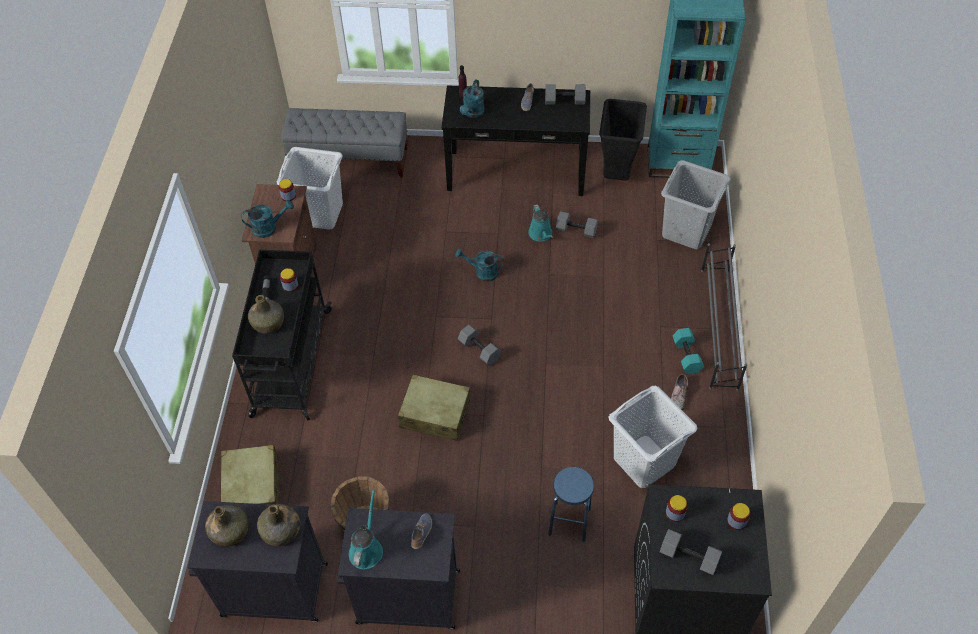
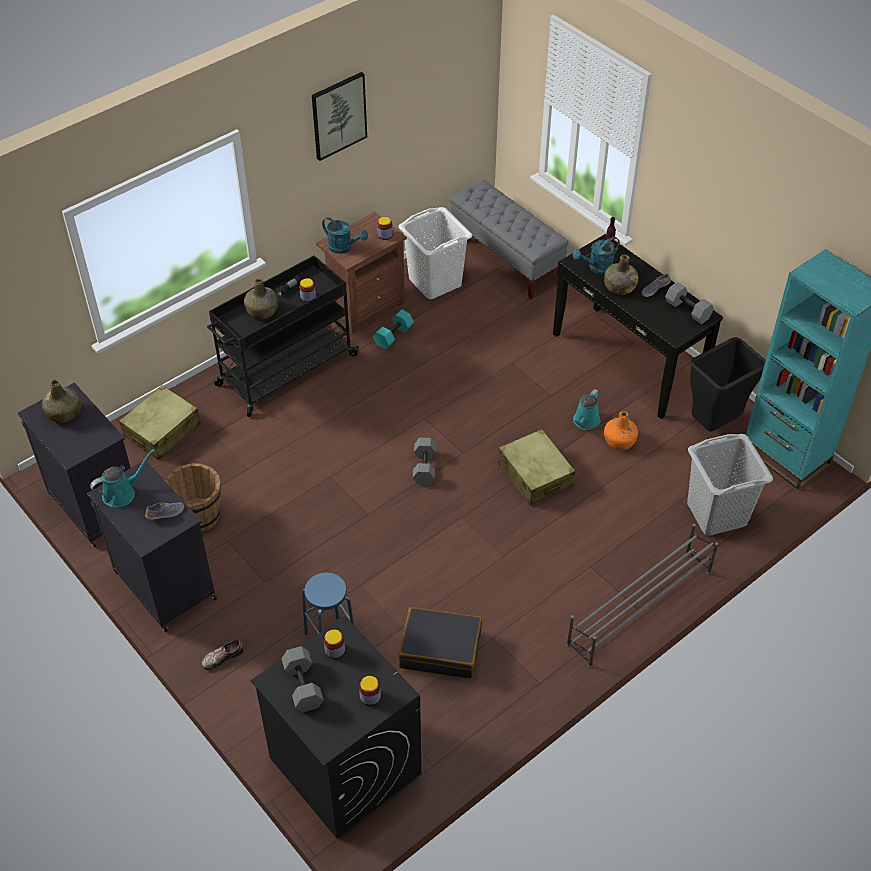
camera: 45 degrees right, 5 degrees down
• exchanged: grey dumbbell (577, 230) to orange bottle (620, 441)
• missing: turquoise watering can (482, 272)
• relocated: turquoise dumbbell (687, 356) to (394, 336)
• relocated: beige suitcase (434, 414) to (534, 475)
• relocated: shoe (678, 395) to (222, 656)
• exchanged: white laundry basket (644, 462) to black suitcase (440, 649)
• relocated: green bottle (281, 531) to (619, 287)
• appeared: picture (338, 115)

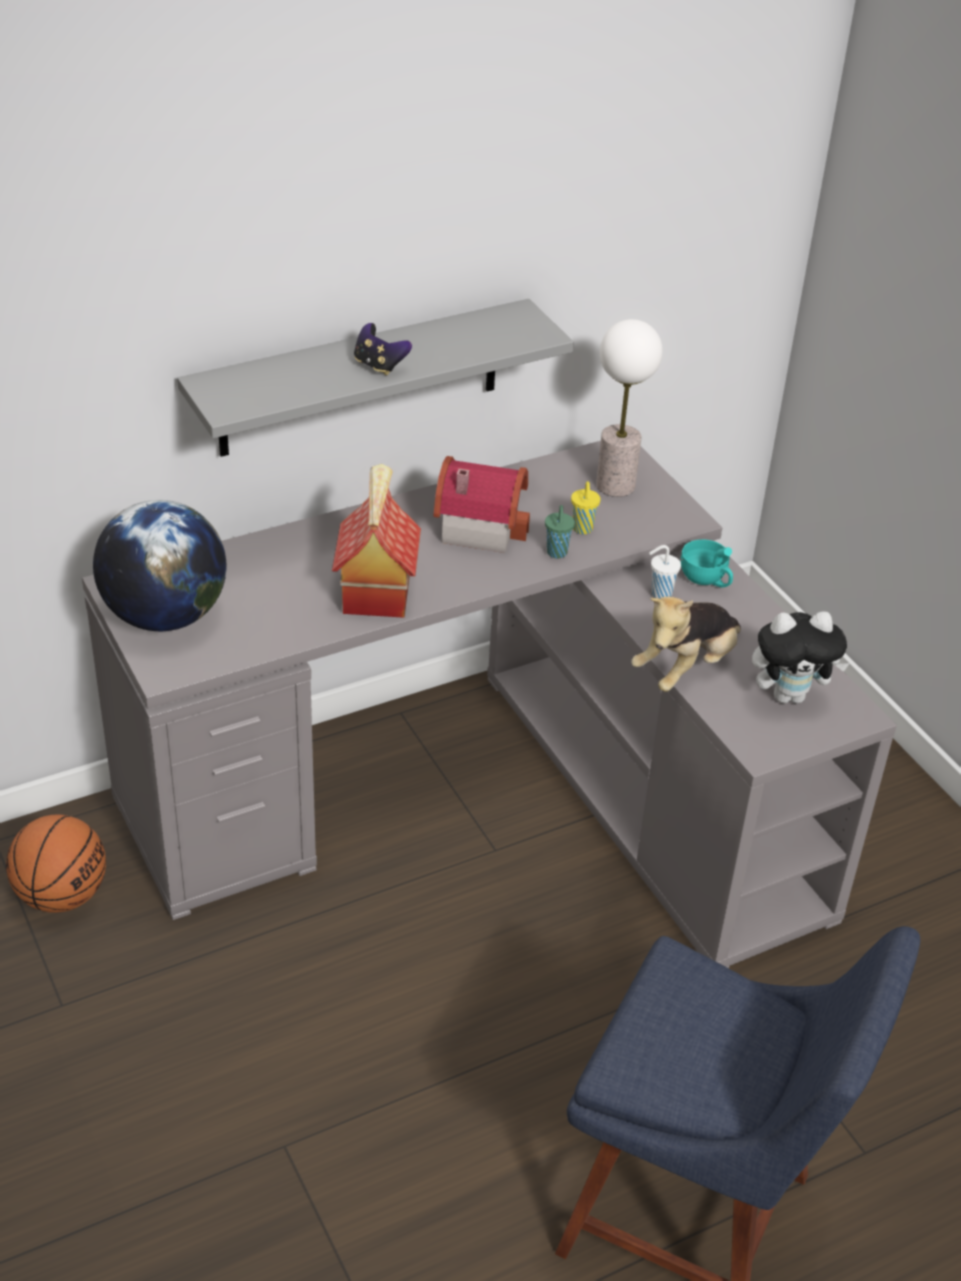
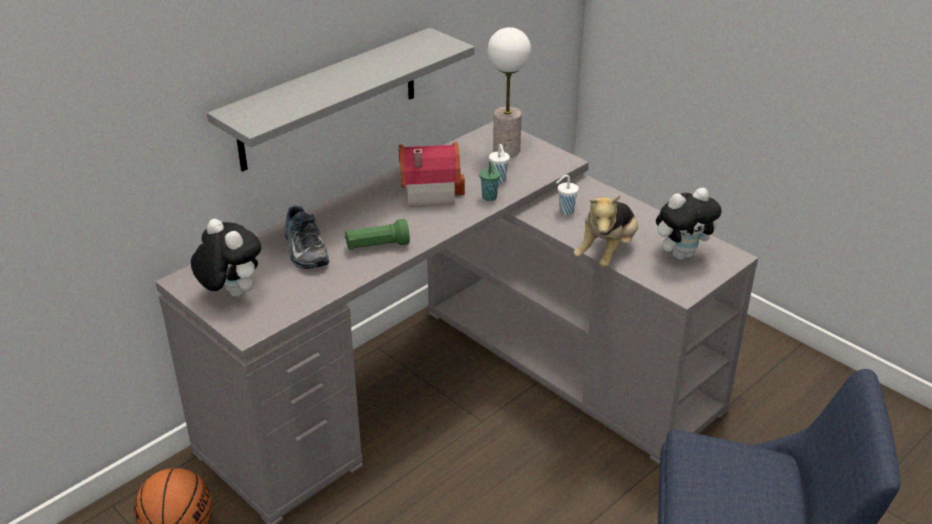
camera: 15 degrees left, 5 degrees down
• missing: game controller (379, 366)
• exchanged: toy house (375, 591) to green flashlight (377, 246)
• colour: yellow cup (582, 529) to white cup (499, 180)
• exchanged: globe (165, 616) to plush toy (231, 293)
• missing: turquoise cup (706, 580)
• appeared: shoe (303, 250)

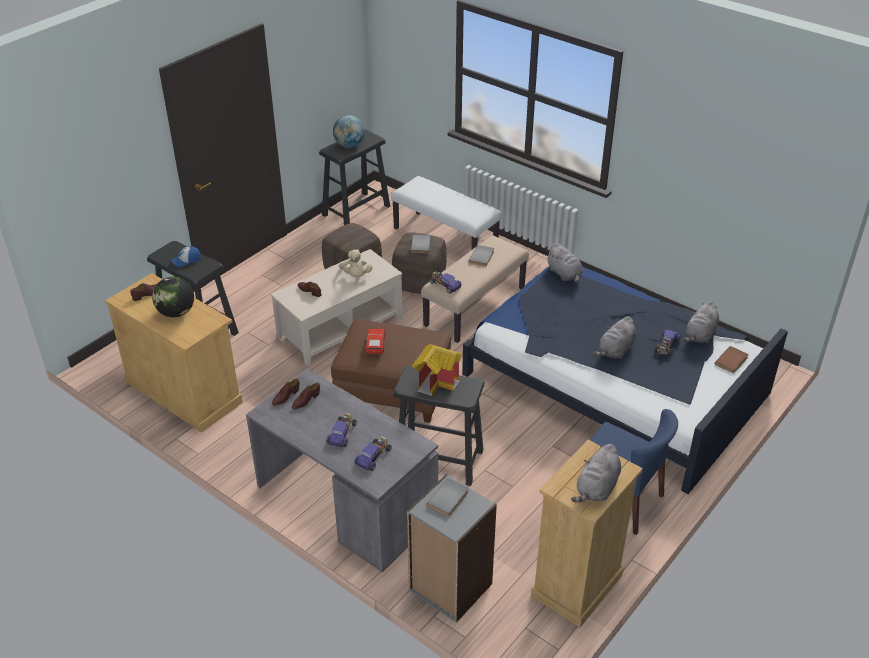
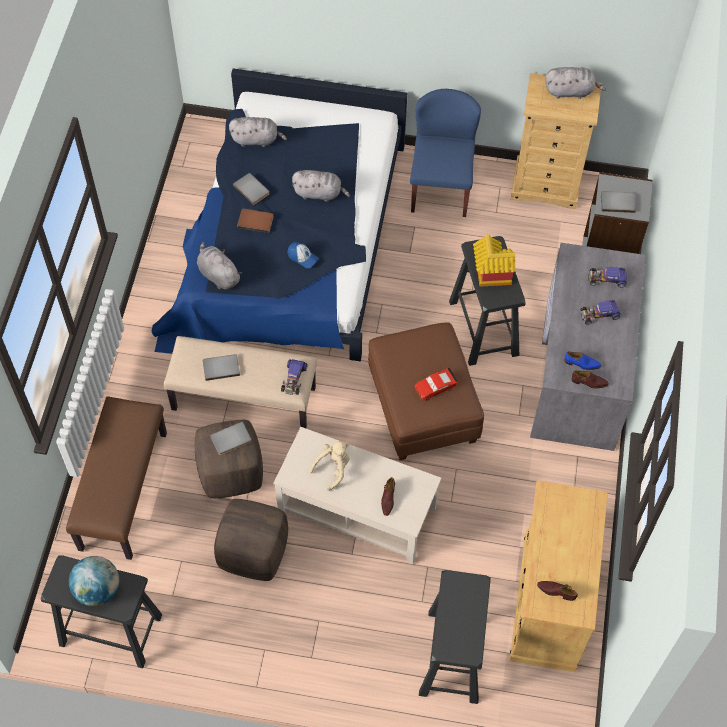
camera: 120 degrees left, 20 degrees up
• colour: white bench (446, 238) to brown bench (122, 490)
• spun: grey plush toy (564, 274) = (218, 275) 75 degrees counterclockwise
• relocated: cap (186, 260) to (302, 257)
• missing: globe (176, 312)
• missing: toy car (666, 345)
• relocated: brown book (732, 361) to (255, 220)
• colour: brown shoe (306, 400) to blue shoe (582, 364)
• appeared: grey book (252, 189)

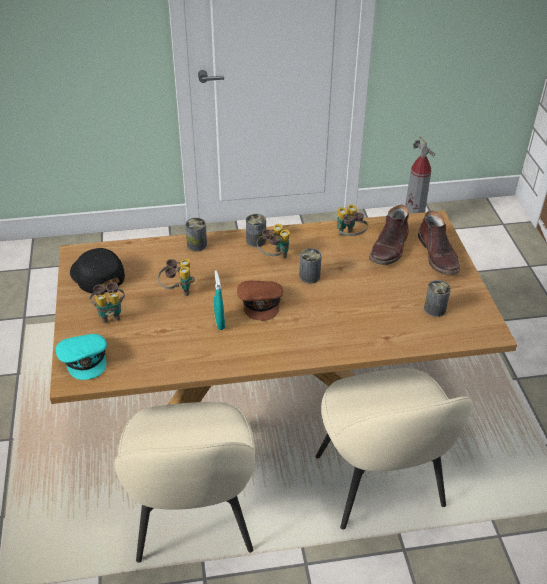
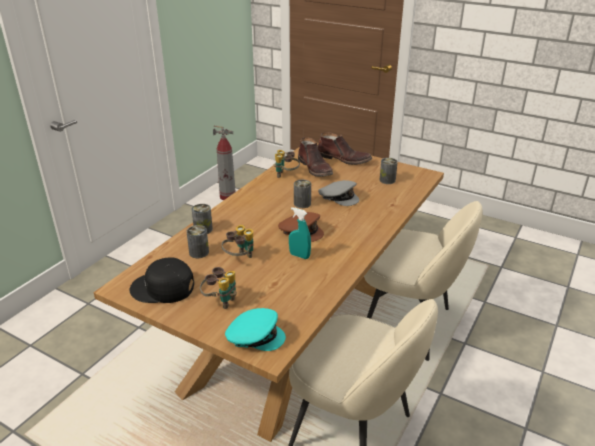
camera: 50 degrees left, 10 degrees down
• relocated: can (256, 241) to (199, 252)
• missing: binoculars (274, 257)
• appeared: grey cap (339, 197)

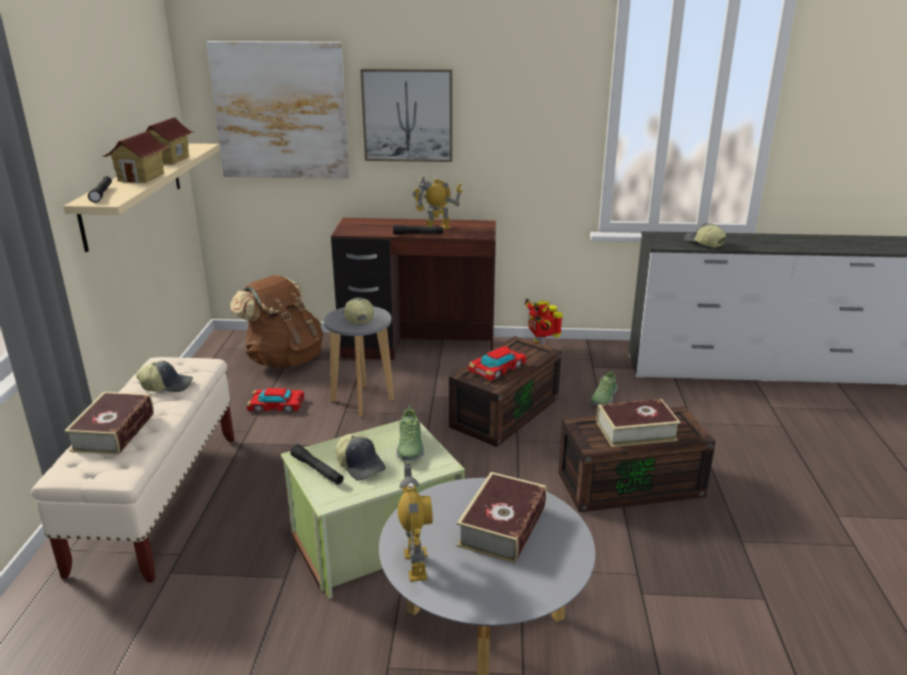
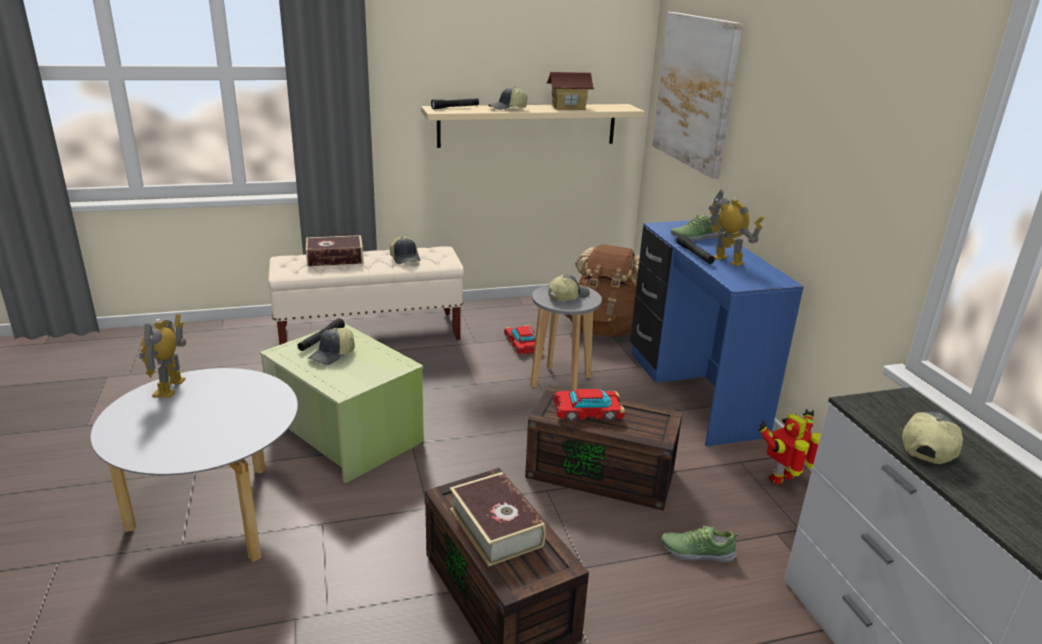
camera: 70 degrees right, 0 degrees up
• missing: picture (407, 115)
• exchanged: toy house (142, 177) to cap (507, 109)
• colour: brown desk (418, 349) to blue desk (691, 393)
• spun: toy car (498, 368) = (587, 411) 150 degrees clockwise
• relocated: shoe (409, 446) to (694, 237)
• spun: toy robot (416, 564) = (170, 387) 120 degrees clockwise
• missing: book (502, 526)

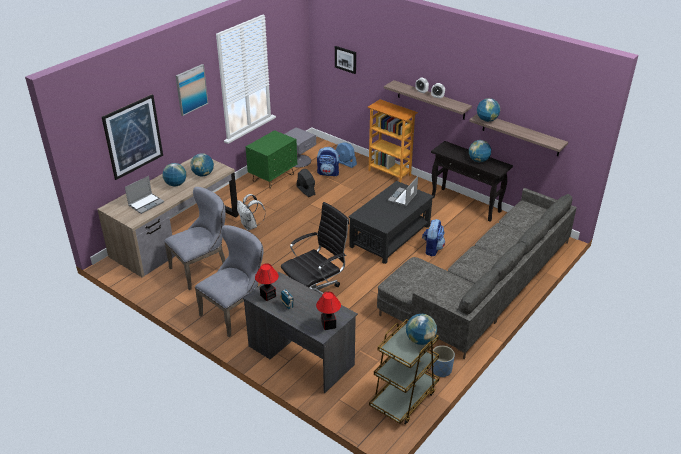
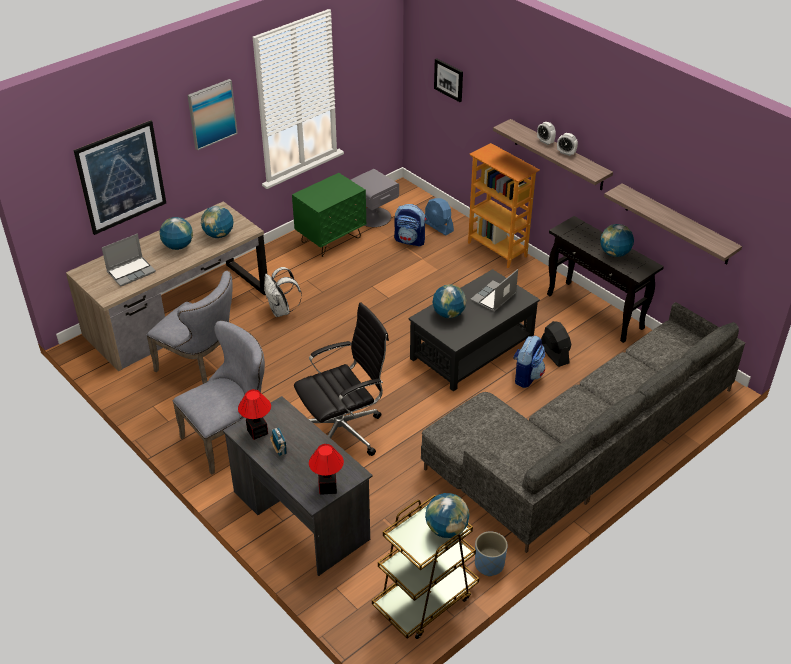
camera: 10 degrees right, 5 degrees up
• relocated: globe (487, 120) to (448, 314)
• relocated: black fan (305, 190) to (554, 354)
• spun: grey chair (202, 268) = (201, 367) 60 degrees clockwise

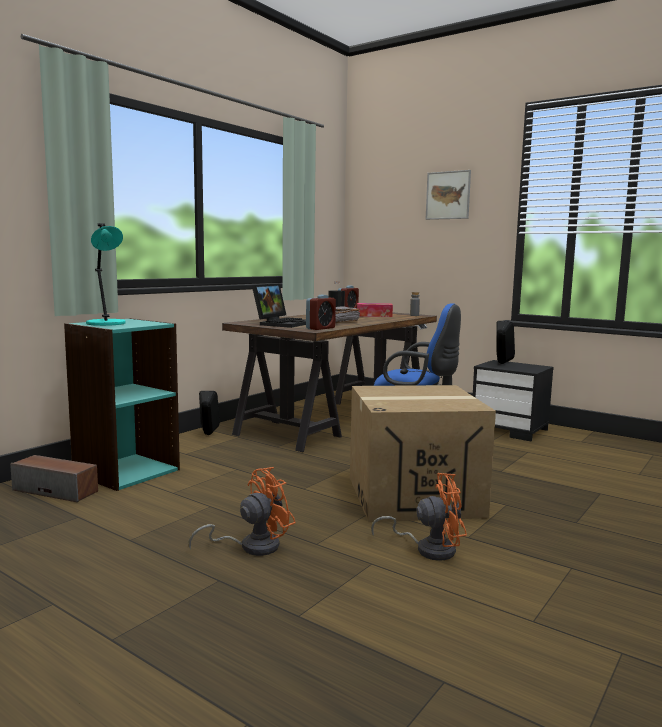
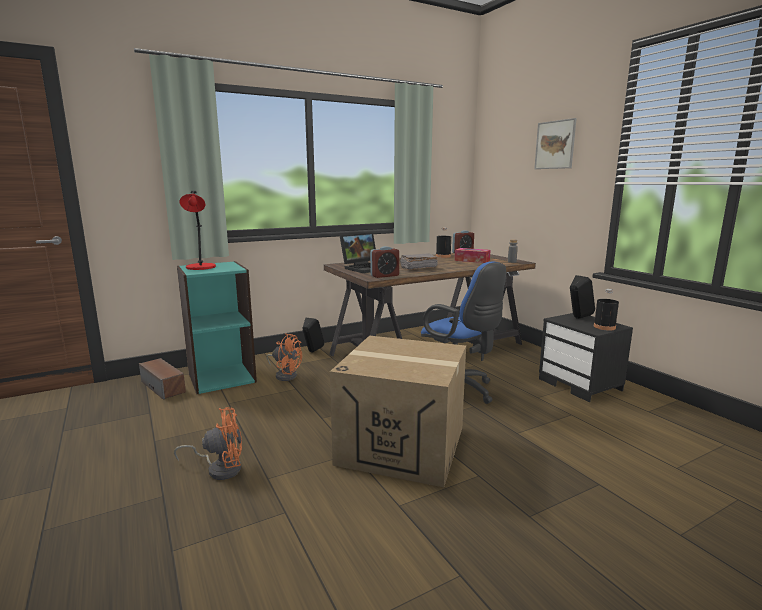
camera: 25 degrees right, 5 degrees up
• colour: turquoise table lamp (107, 323) to red table lamp (200, 267)
• relocated: orange fan (428, 549) to (285, 375)
• appeared: black bottle (604, 327)

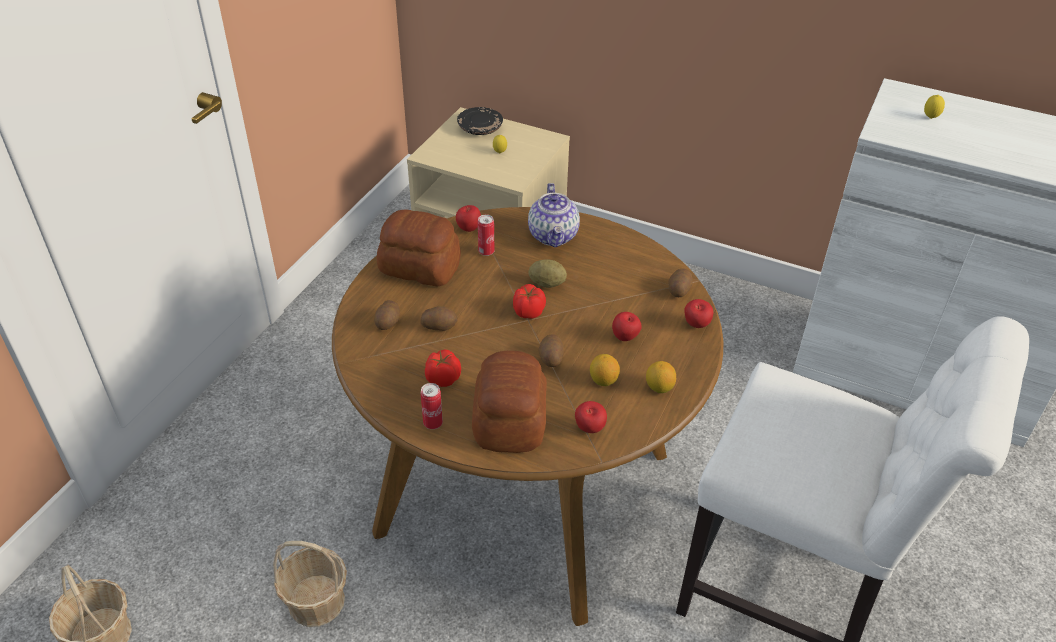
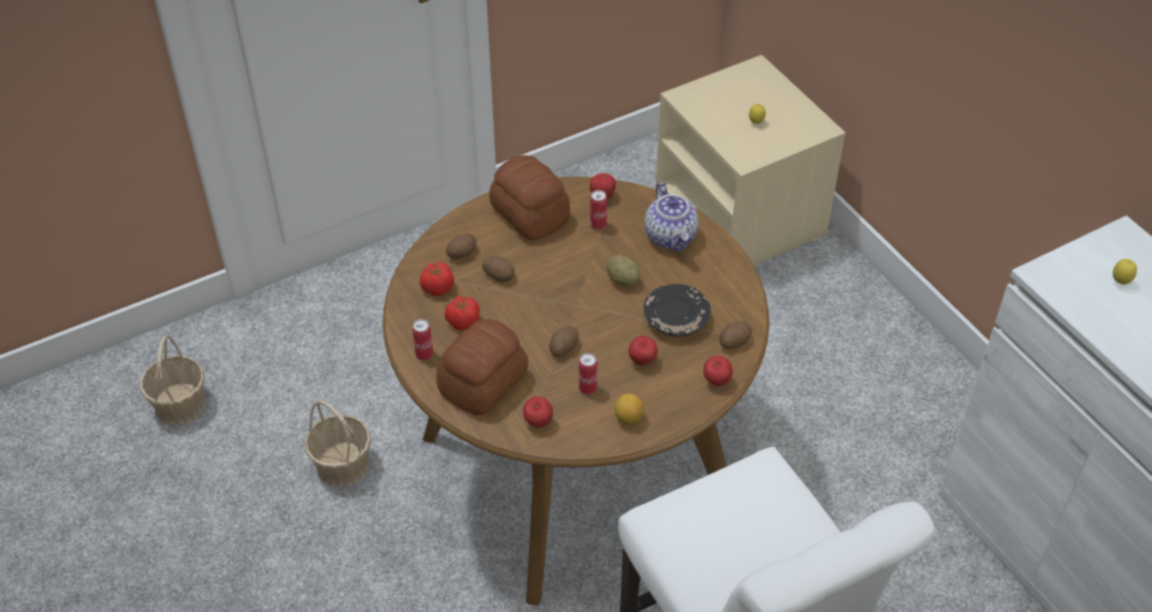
camera: 35 degrees right, 5 degrees up
• relocated: black plate (480, 128) to (676, 319)
• spun: teapot (554, 236) = (671, 237) 45 degrees counterclockwise
• relocated: tomato (528, 312) to (437, 288)
• exchanged: lemon (603, 380) to can (587, 389)

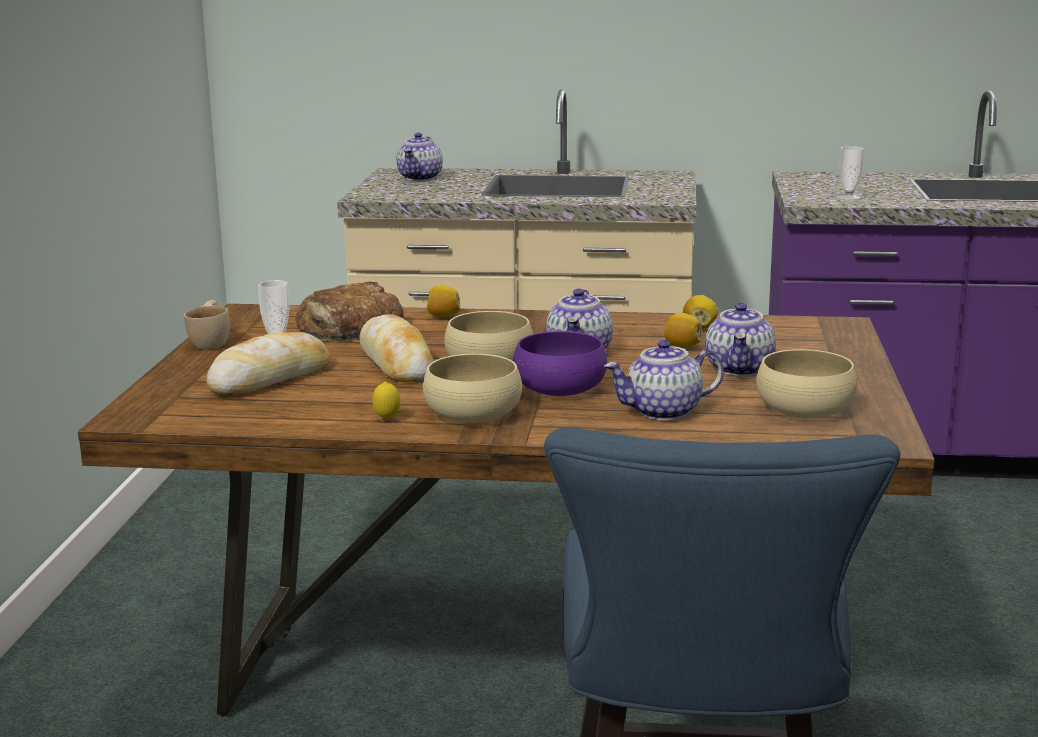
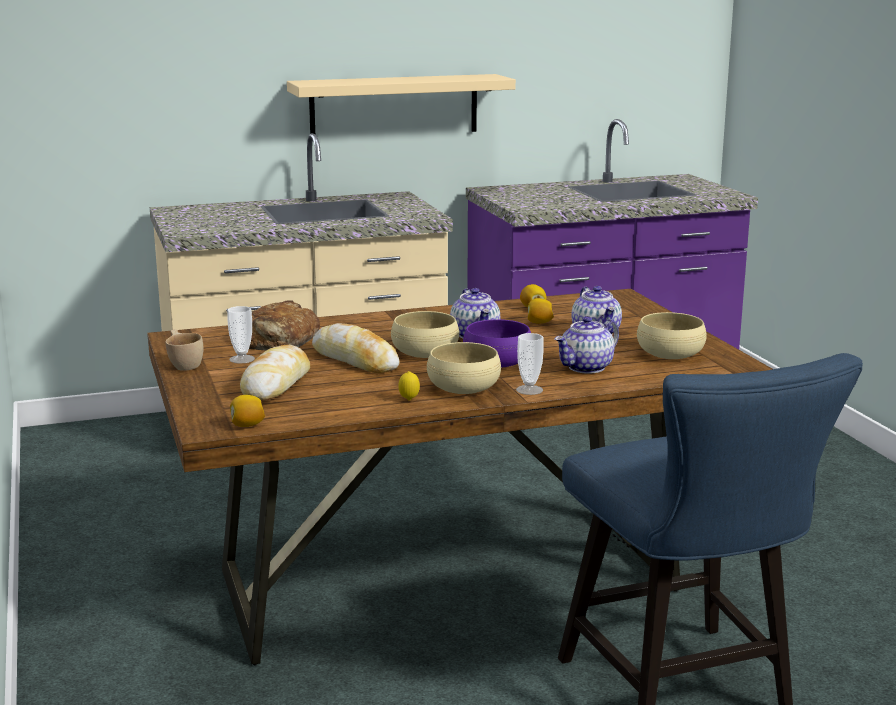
camera: 25 degrees left, 0 degrees up
• missing: teapot (420, 178)
• relocated: cup (848, 197) to (529, 390)
• relocated: lemon (443, 316) to (247, 425)
• appeared: beige shelf (394, 106)

